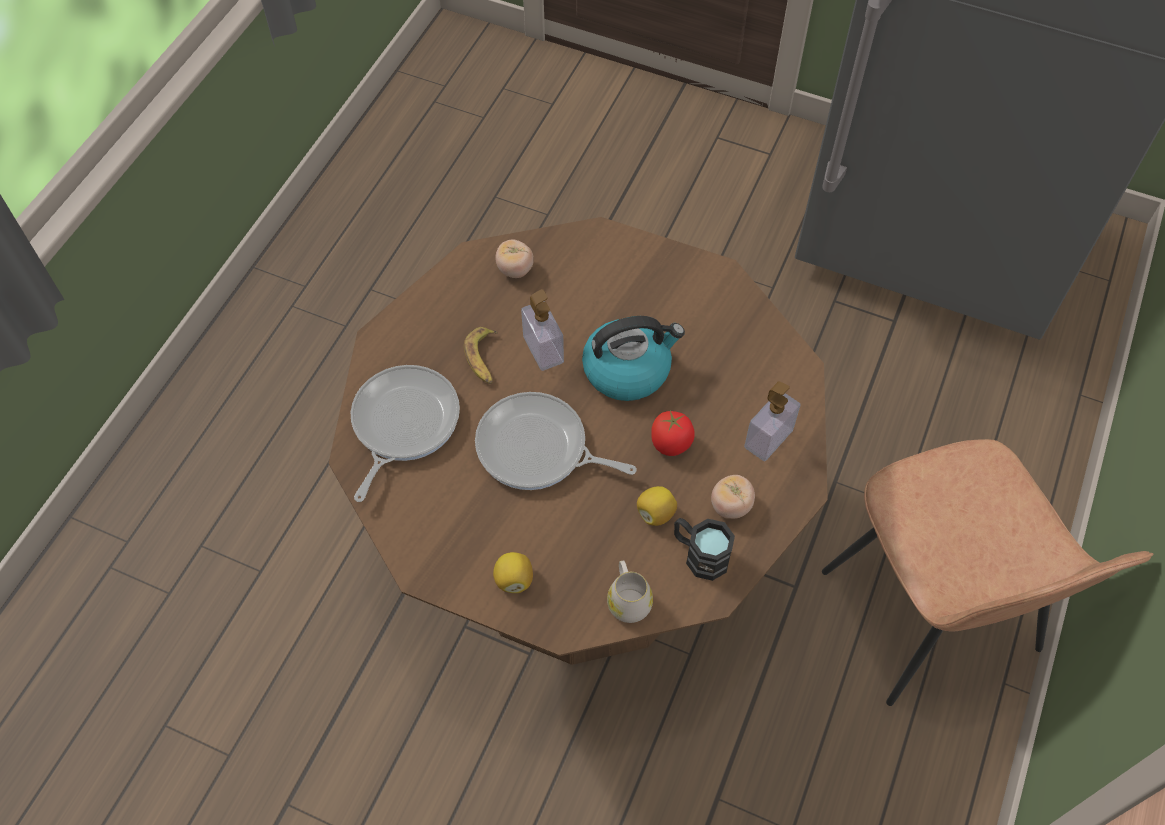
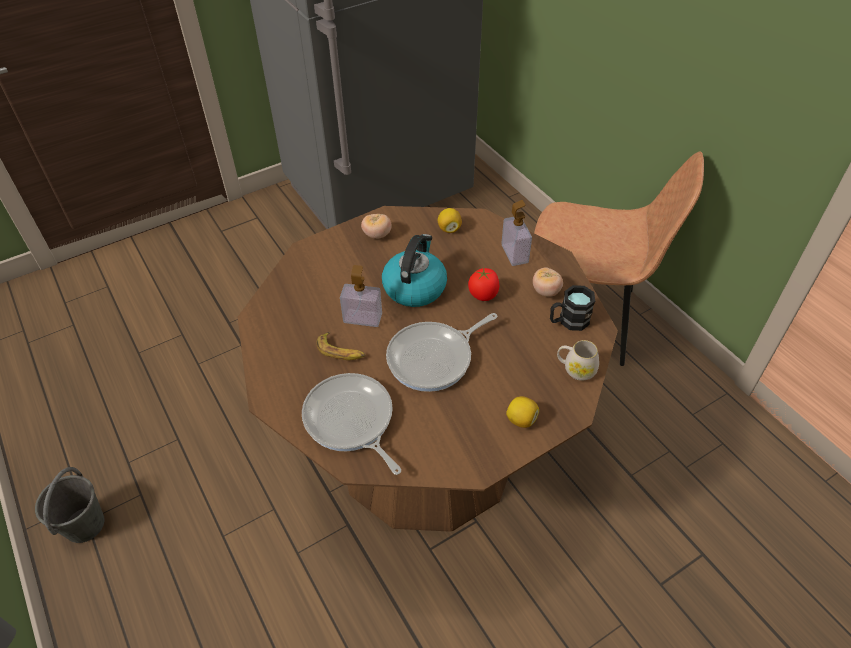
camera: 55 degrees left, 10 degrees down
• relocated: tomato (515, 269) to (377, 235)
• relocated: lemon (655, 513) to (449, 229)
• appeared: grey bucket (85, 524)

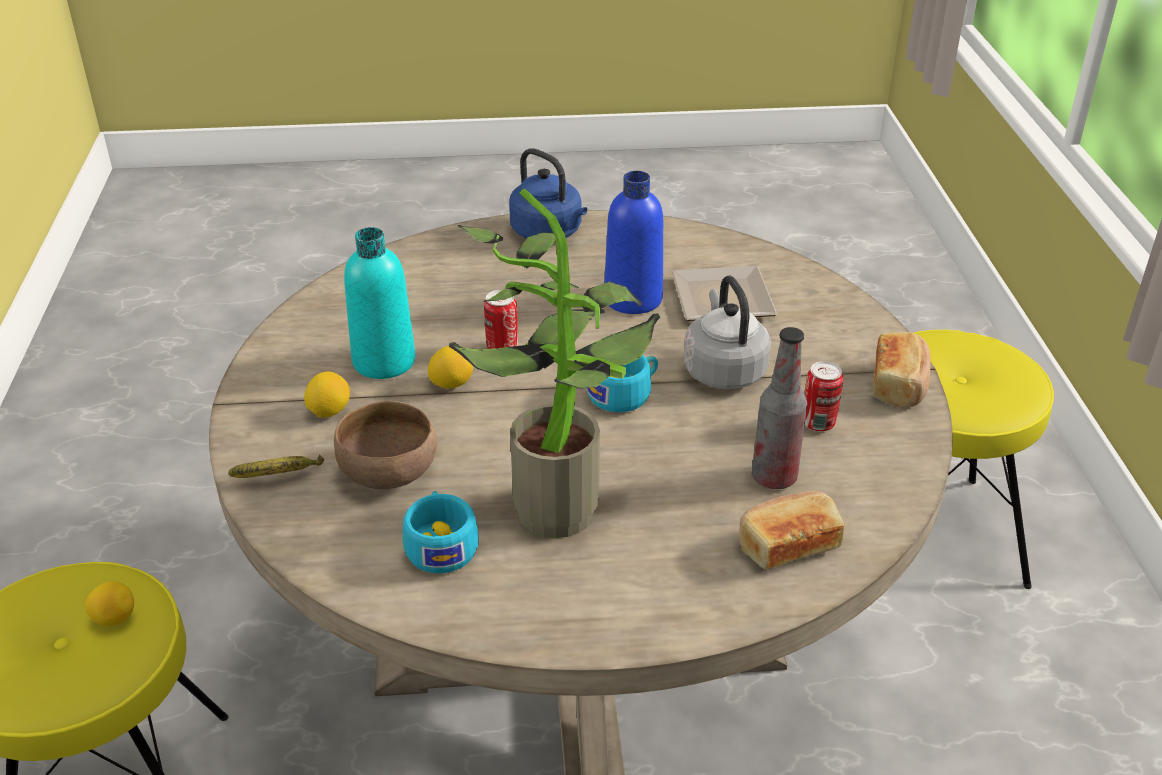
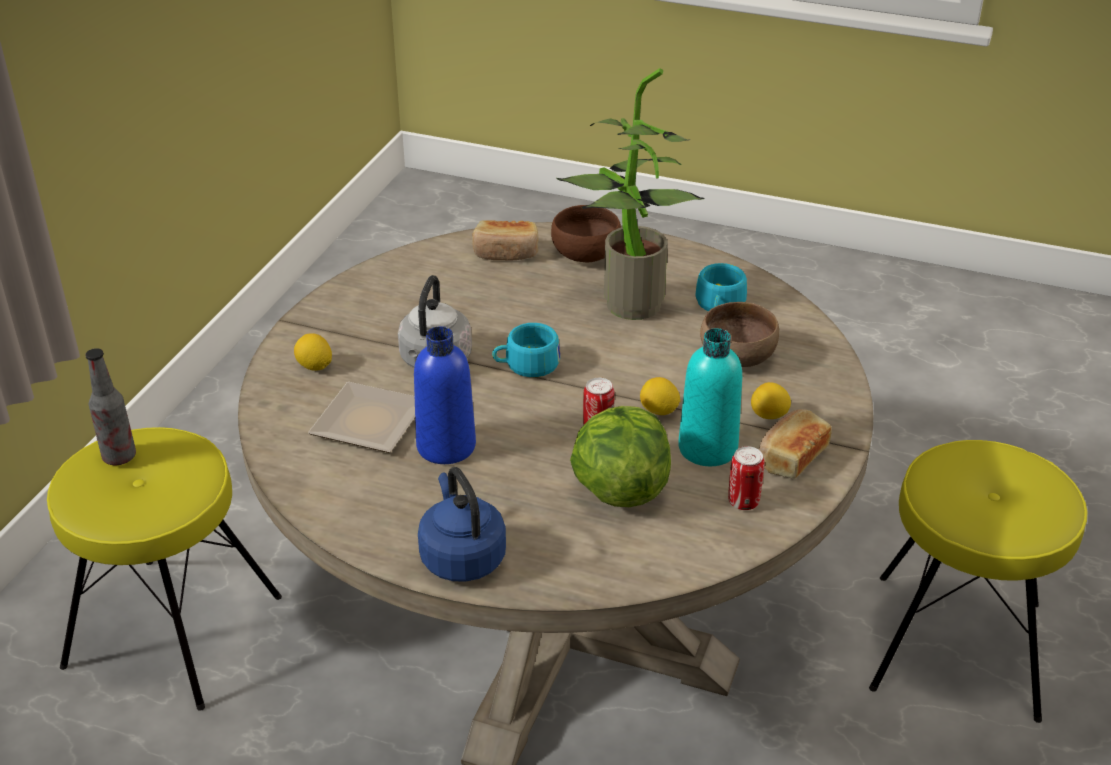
camera: 155 degrees left, 0 degrees up
• relocated: bottle (774, 477) to (119, 457)
• relocated: bread (899, 384) to (790, 457)
• relocated: can (818, 423) to (743, 502)
• missing: banana (279, 477)
• relocated: lemon (114, 618) to (314, 367)
• appeared: brown bowl (586, 254)
• appeared: lettuce (619, 488)

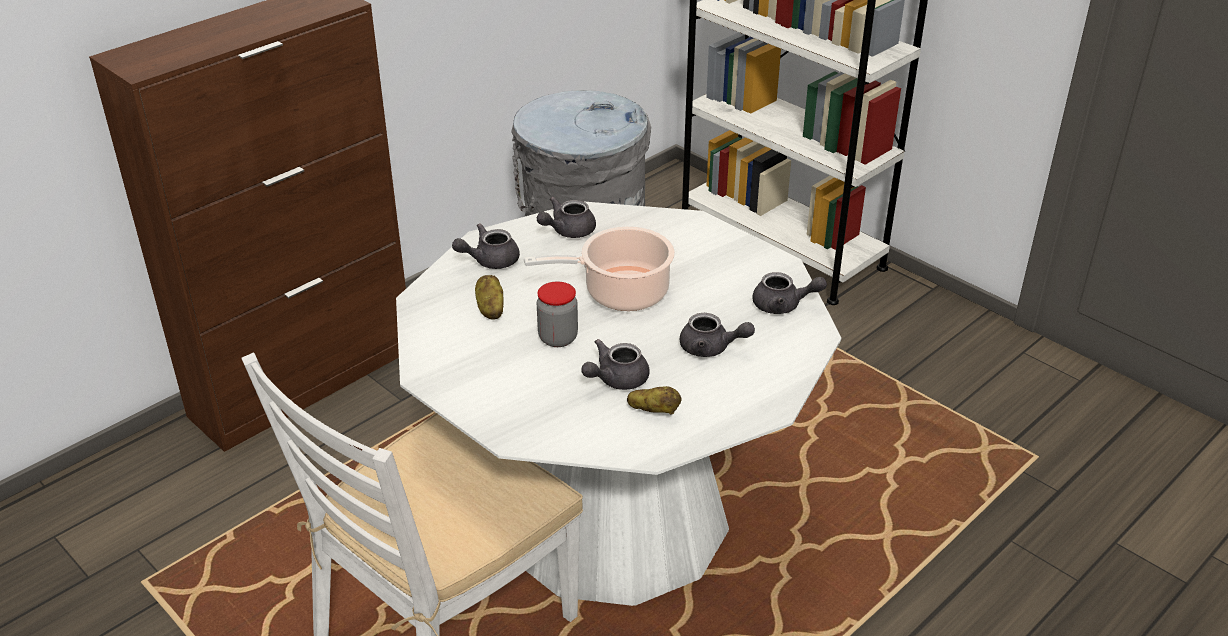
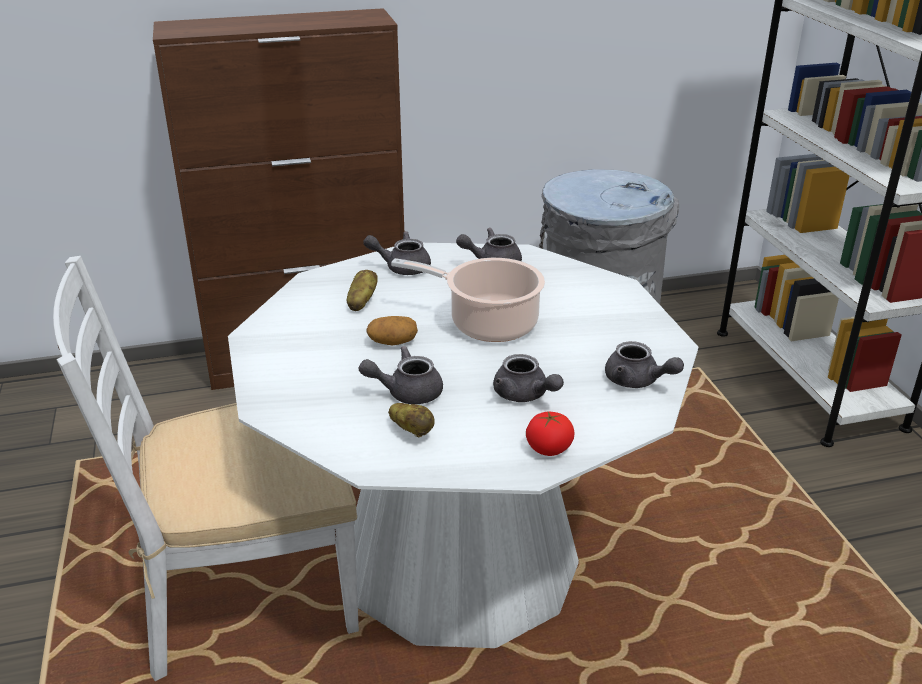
camera: 30 degrees right, 5 degrees down
• exchanged: jar (558, 338) to potato (392, 342)
• appeared: tomato (549, 449)

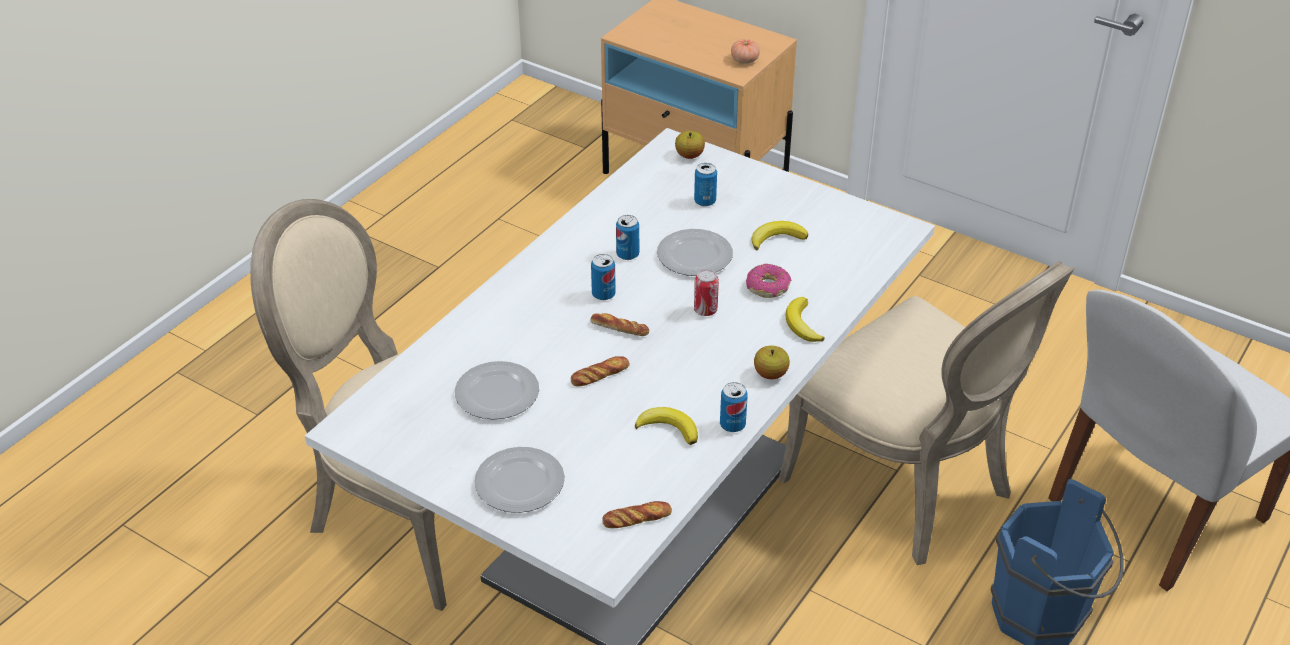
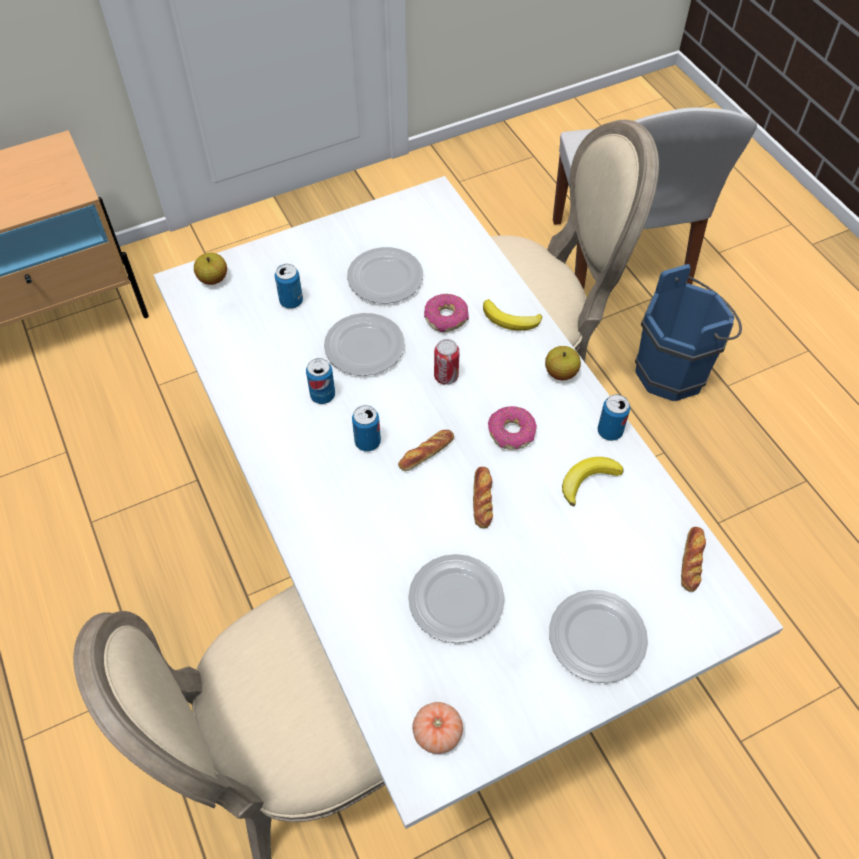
camera: 60 degrees left, 15 degrees up
• relocated: tomato (744, 60) to (437, 733)
• exchanged: banana (777, 238) to plate (384, 279)
• appeared: donut (511, 433)

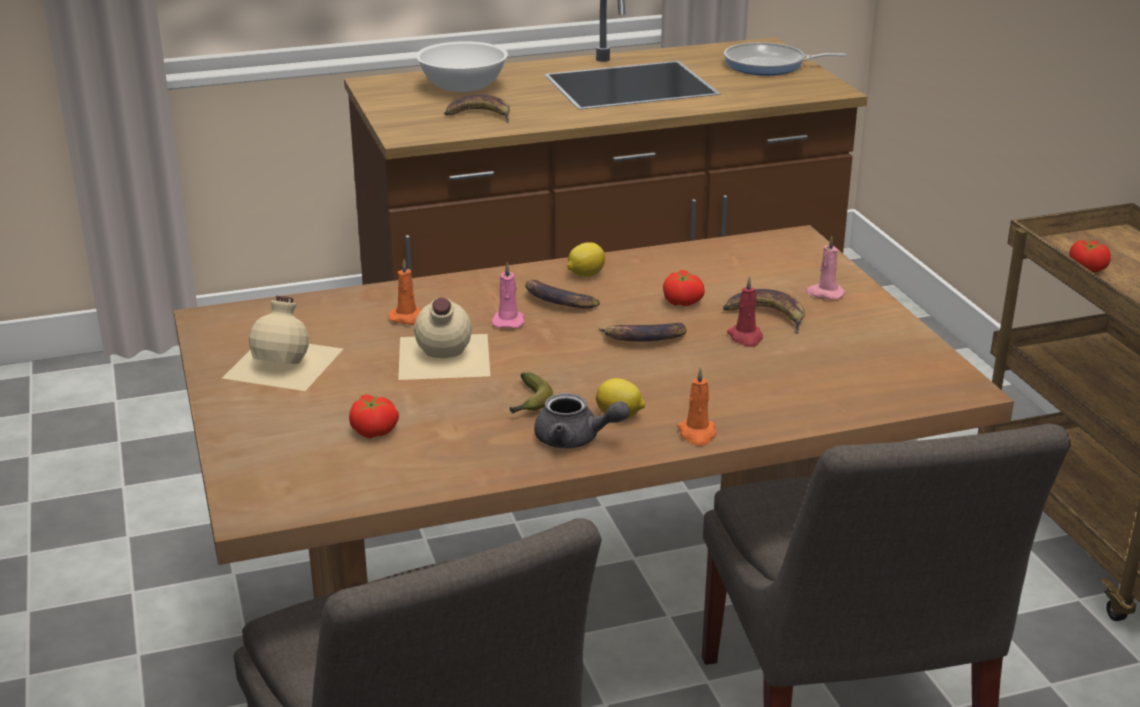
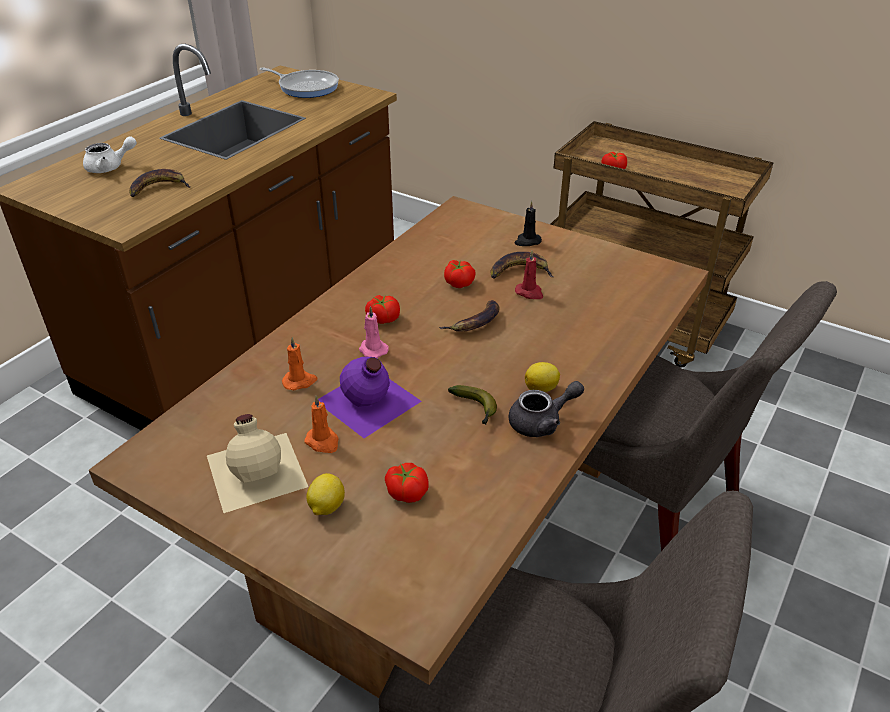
camera: 40 degrees left, 10 degrees up
• exchanged: white bowl (463, 87) to white teapot (110, 167)
• spun: frying pan (769, 65) = (306, 87) 120 degrees counterclockwise
• colour: pink candle (824, 293) to black candle (527, 241)
• relocated: lemon (585, 274) to (326, 507)
• exchanged: banana (557, 301) to tomato (383, 318)
• colour: beige bottle (442, 357) to purple bottle (368, 402)
• relocated: orange candle (697, 434) to (323, 442)

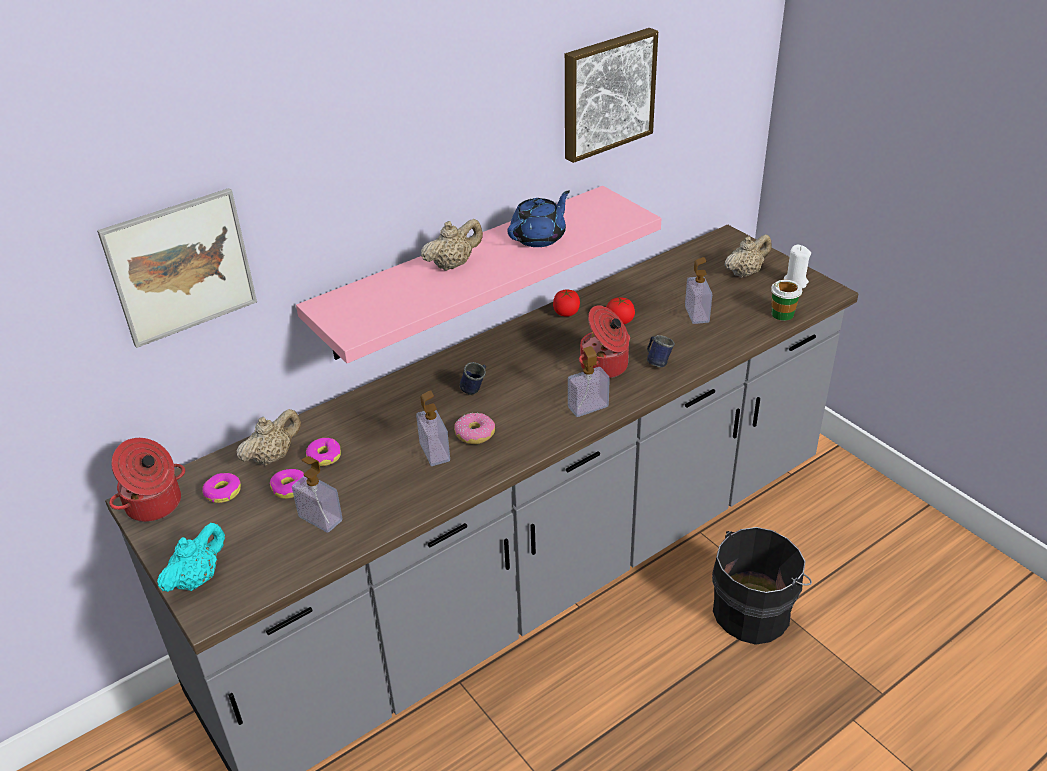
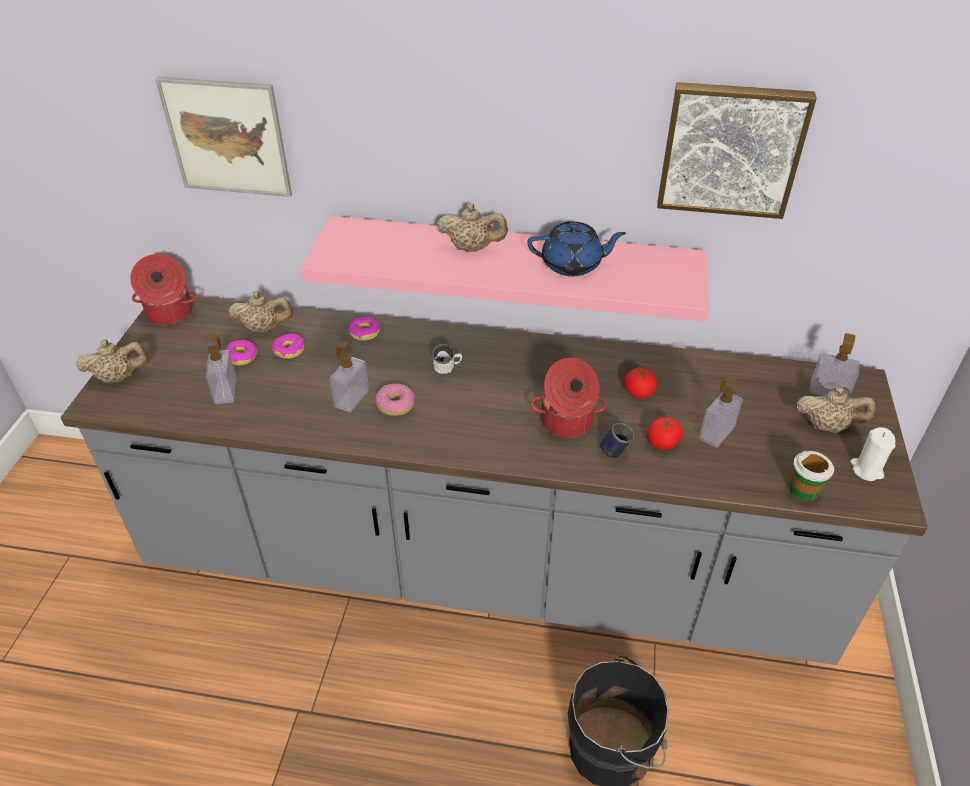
camera: 45 degrees right, 5 degrees up
• relocated: tomato (566, 312) to (662, 443)
• relocated: soap dispenser (588, 407) to (828, 391)
• colour: blue mug (475, 389) to white mug (447, 371)
• relocated: donut (222, 492) to (364, 332)
• colour: turquoise teapot (197, 578) to beige teapot (119, 377)

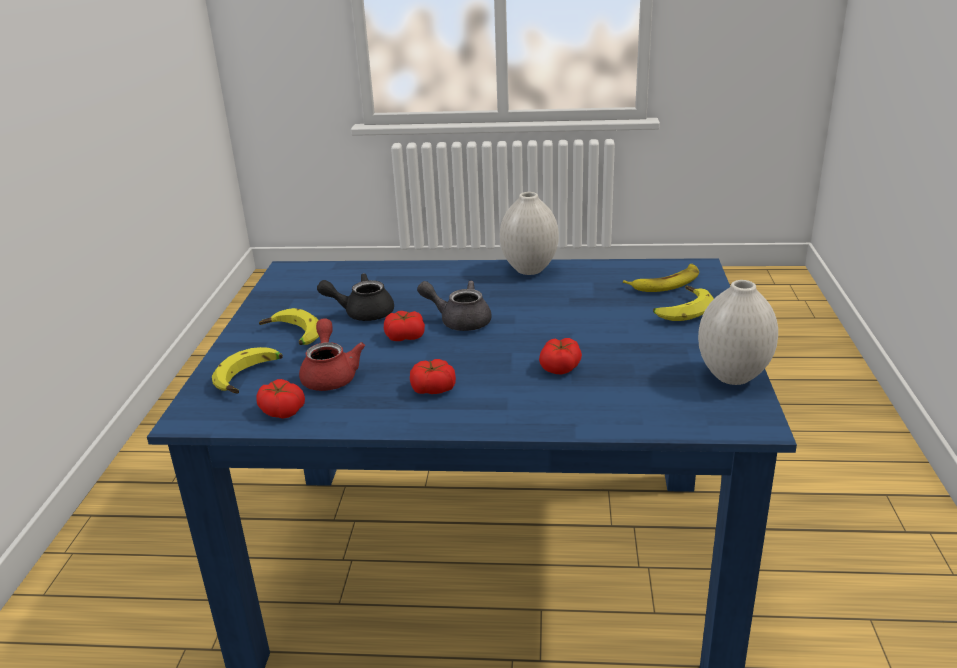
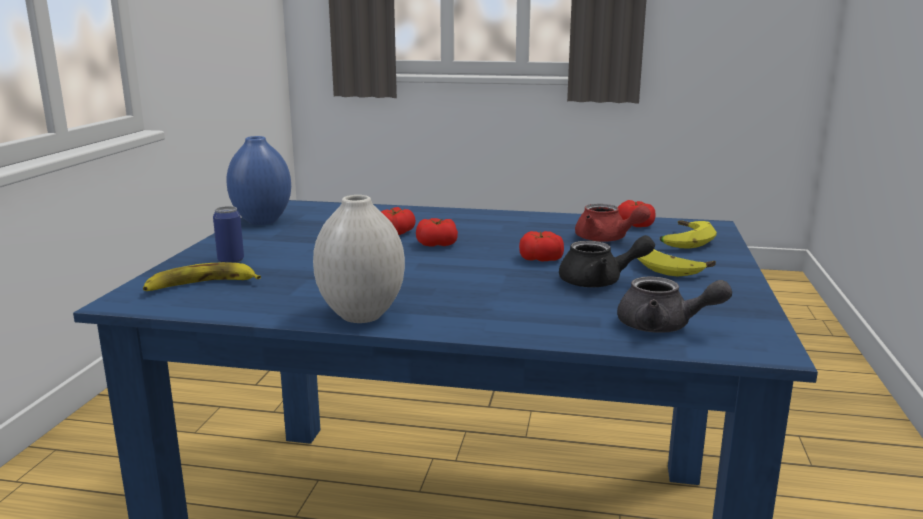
camera: 175 degrees left, 10 degrees down
• colour: white vase (731, 376) to blue vase (263, 221)
• relocated: grey teapot (459, 321) to (663, 326)
• exchanged: banana (680, 310) to can (231, 260)
• spun: red teapot (330, 375) = (606, 239) 45 degrees counterclockwise
• relocated: tomato (433, 388) to (436, 244)

